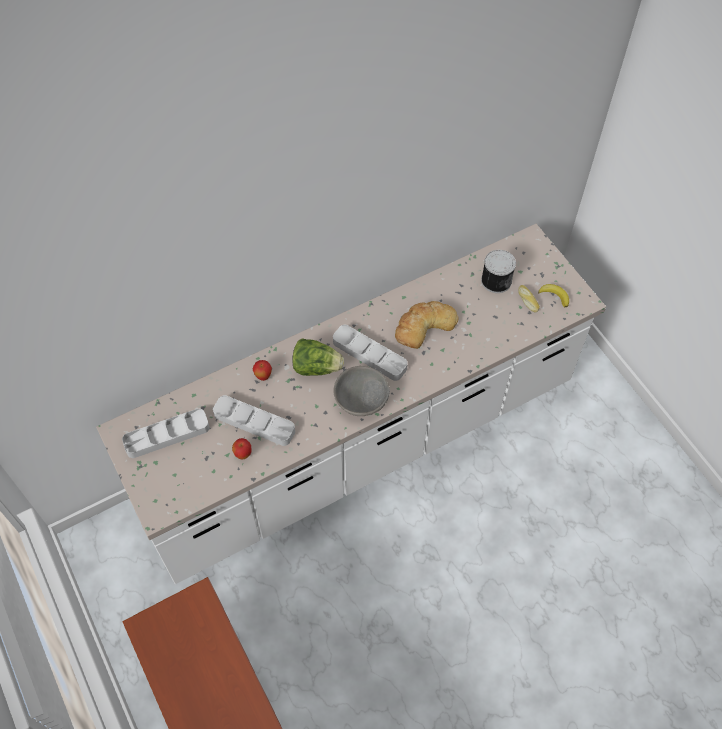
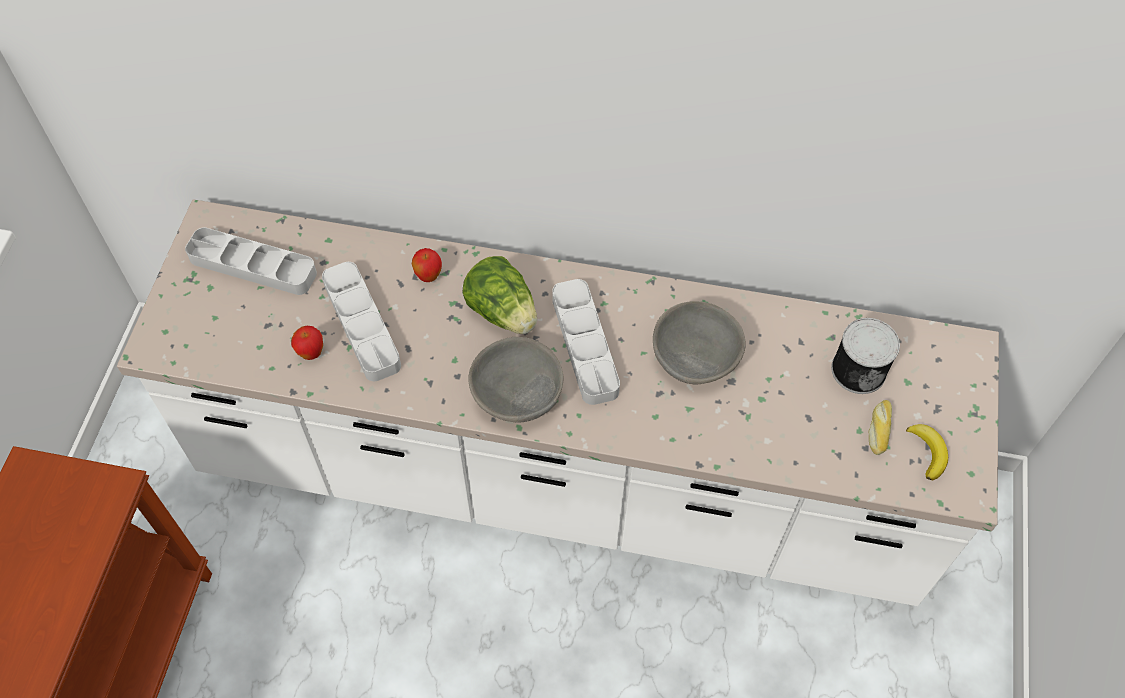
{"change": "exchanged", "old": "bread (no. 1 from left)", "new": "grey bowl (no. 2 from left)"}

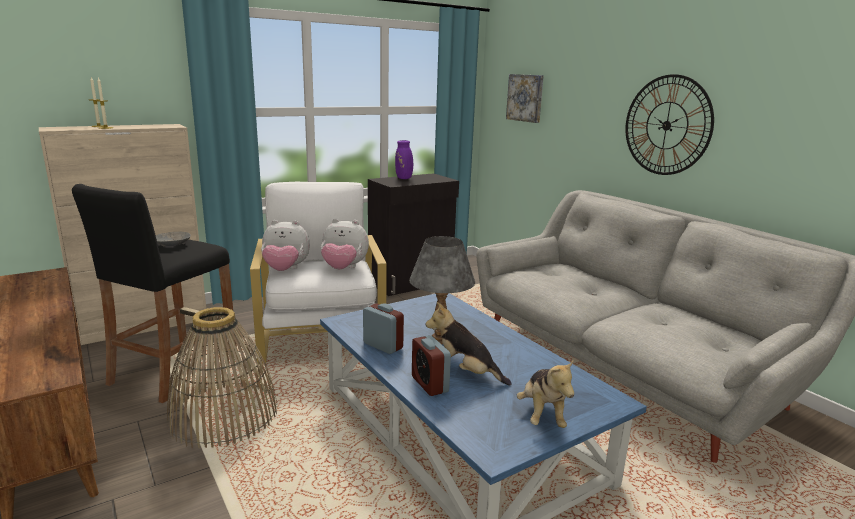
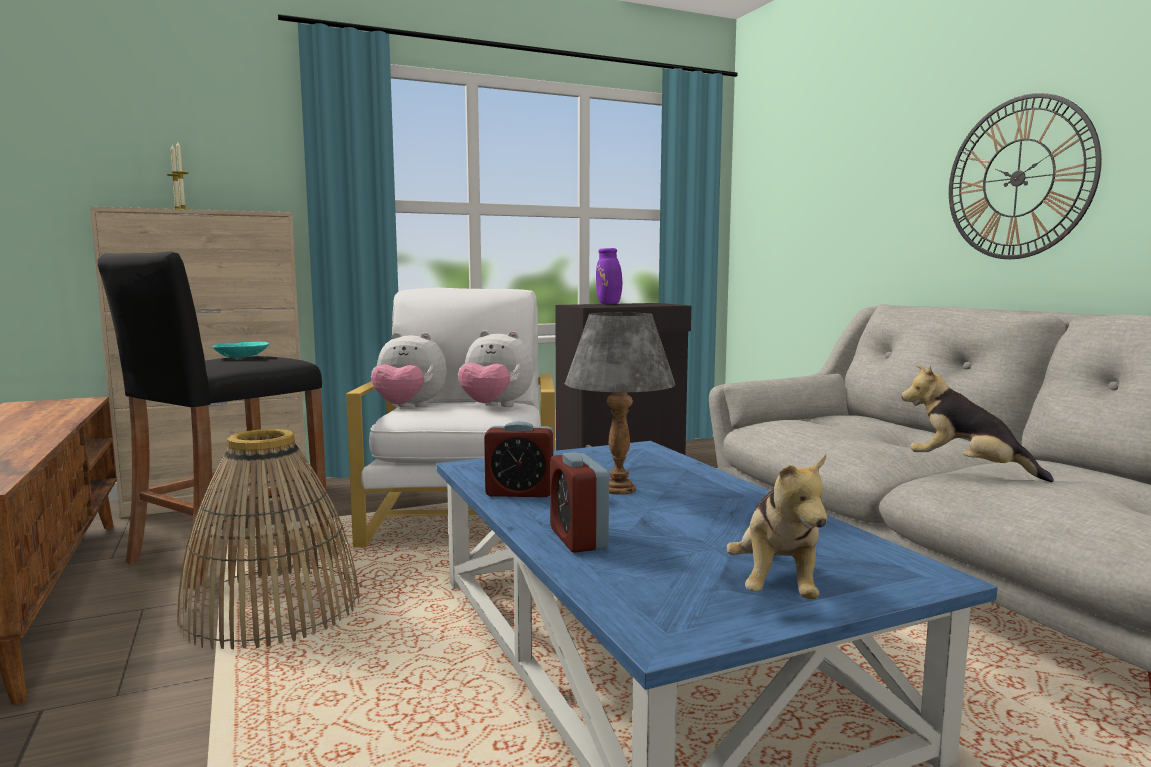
{"change": "missing", "old": "picture"}
{"change": "relocated", "old": "plush toy (no. 3 from left in the first image)", "new": "plush toy (no. 4 from left)"}
{"change": "colour", "old": "grey bowl", "new": "turquoise bowl"}
{"change": "spun", "old": "alarm clock (no. 1 from left)", "degrees": 135}

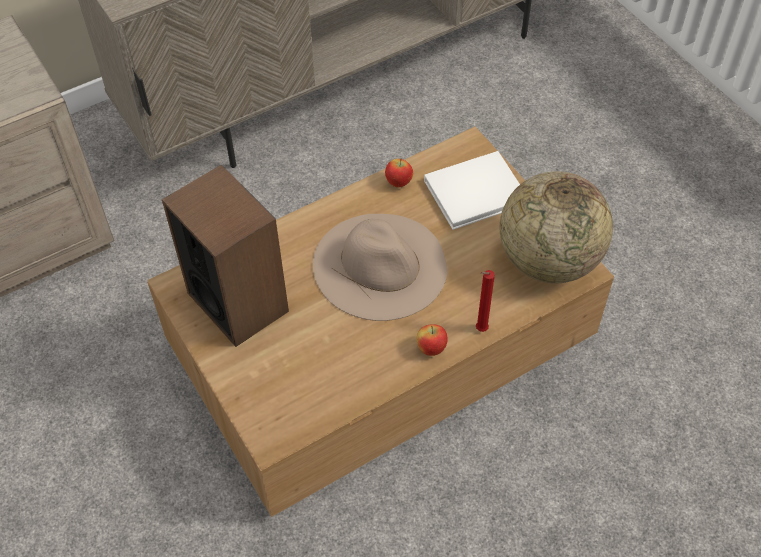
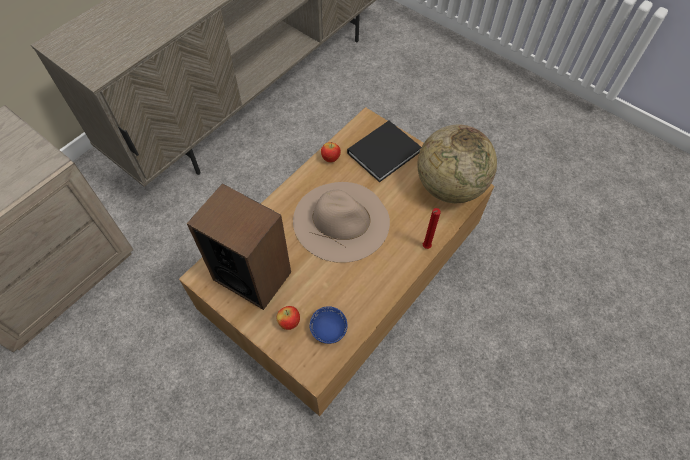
{"change": "appeared", "new": "blue bowl"}
{"change": "relocated", "old": "apple (no. 2 from left in the first image)", "new": "apple (no. 1 from left)"}
{"change": "colour", "old": "white book", "new": "black book"}

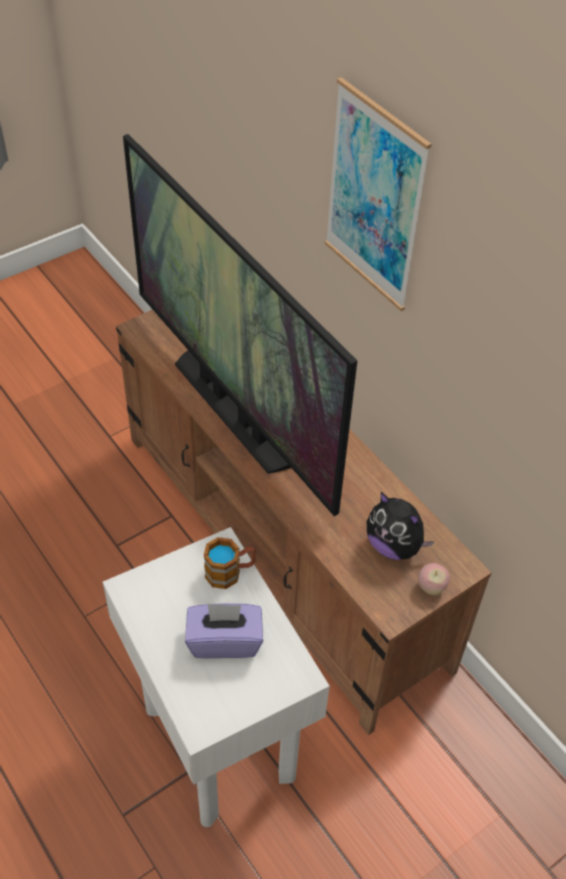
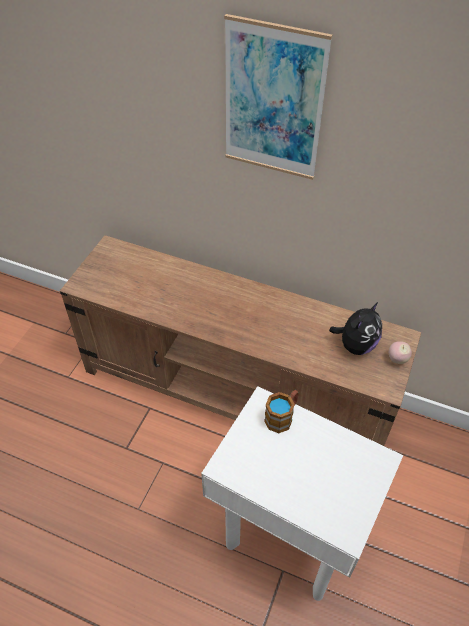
{"change": "missing", "old": "television"}
{"change": "missing", "old": "purple tissue box"}
{"change": "spun", "old": "plush toy", "degrees": -60}

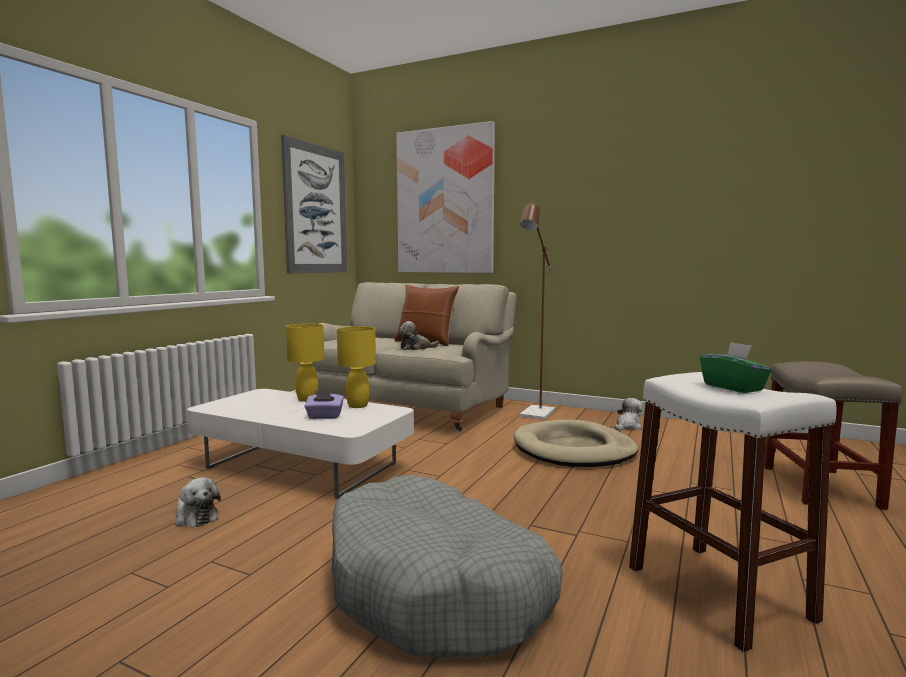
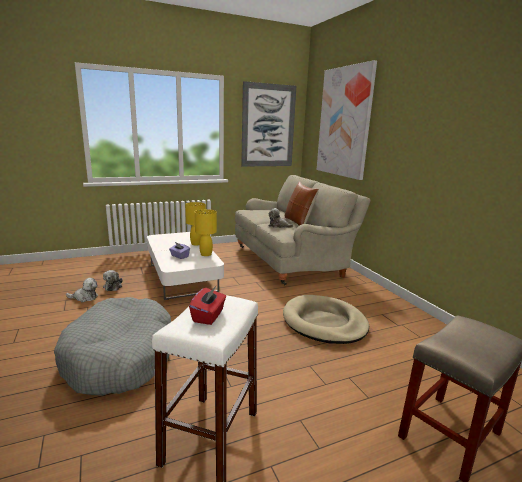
{"change": "missing", "old": "brown floor lamp"}
{"change": "relocated", "old": "plush toy (no. 3 from left in the first image)", "new": "plush toy (no. 1 from left)"}
{"change": "colour", "old": "green tissue box", "new": "red tissue box"}

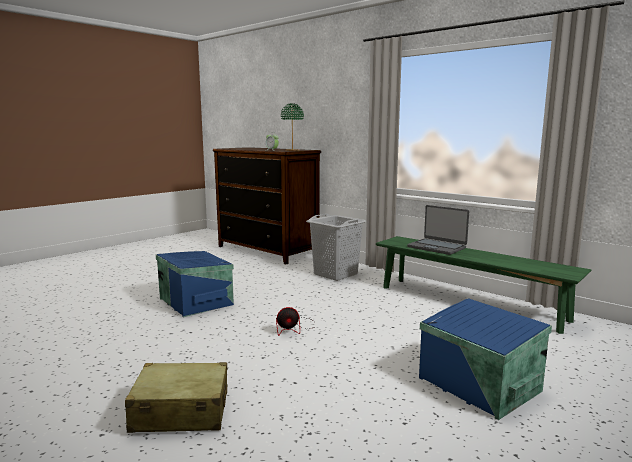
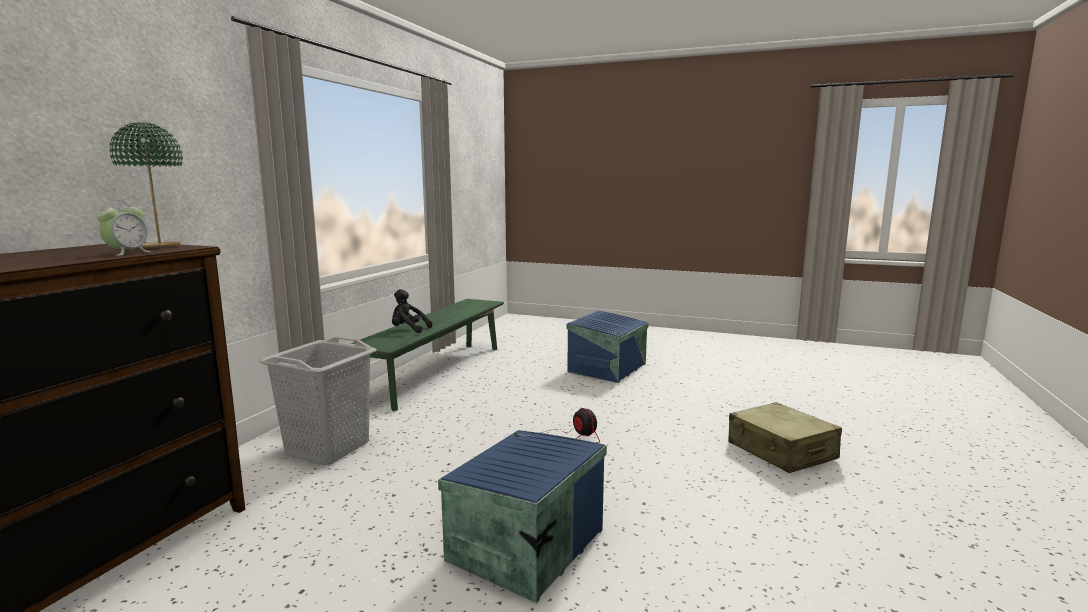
{"change": "exchanged", "old": "laptop", "new": "black plush toy"}

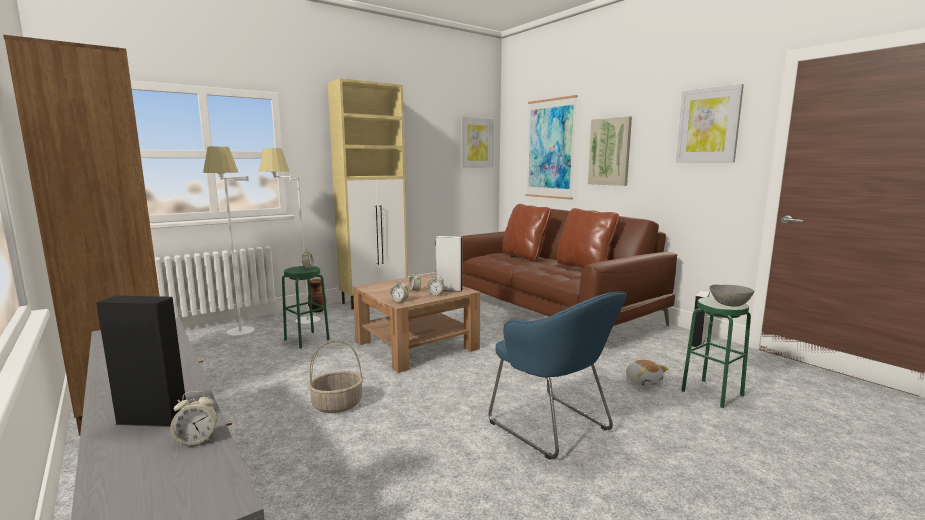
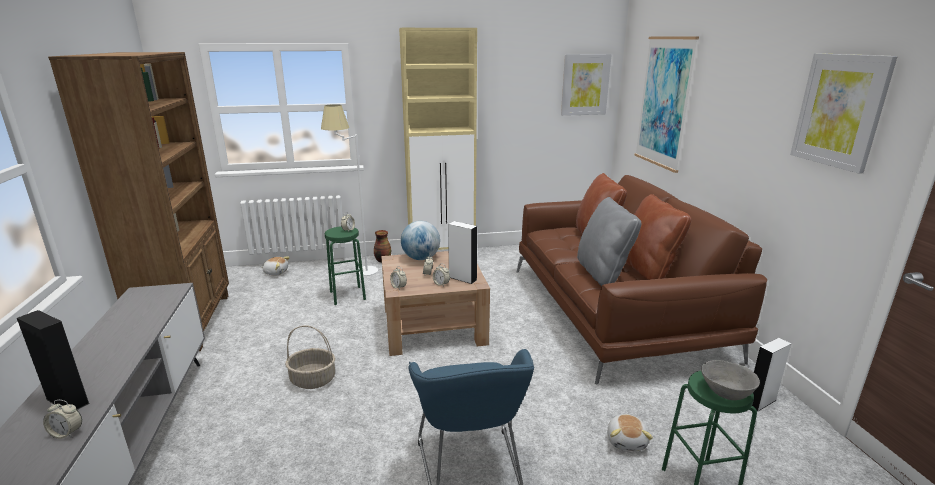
{"change": "missing", "old": "white floor lamp (no. 1 from left)"}
{"change": "missing", "old": "picture (no. 3 from left)"}
{"change": "appeared", "new": "plush toy (no. 1 from left)"}
{"change": "appeared", "new": "globe"}
{"change": "appeared", "new": "grey pillow"}

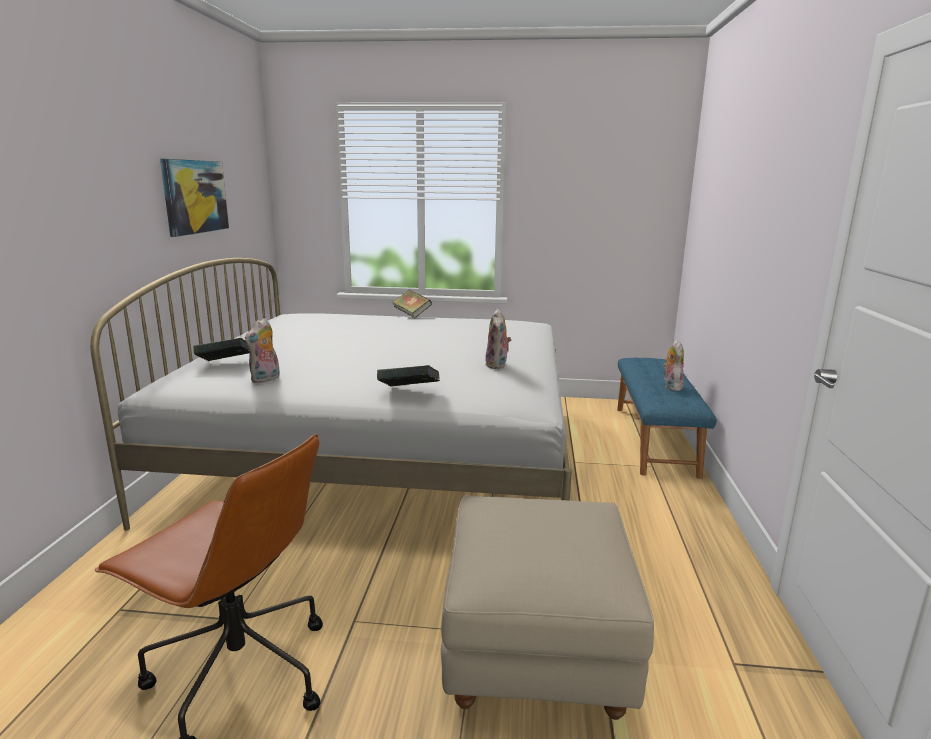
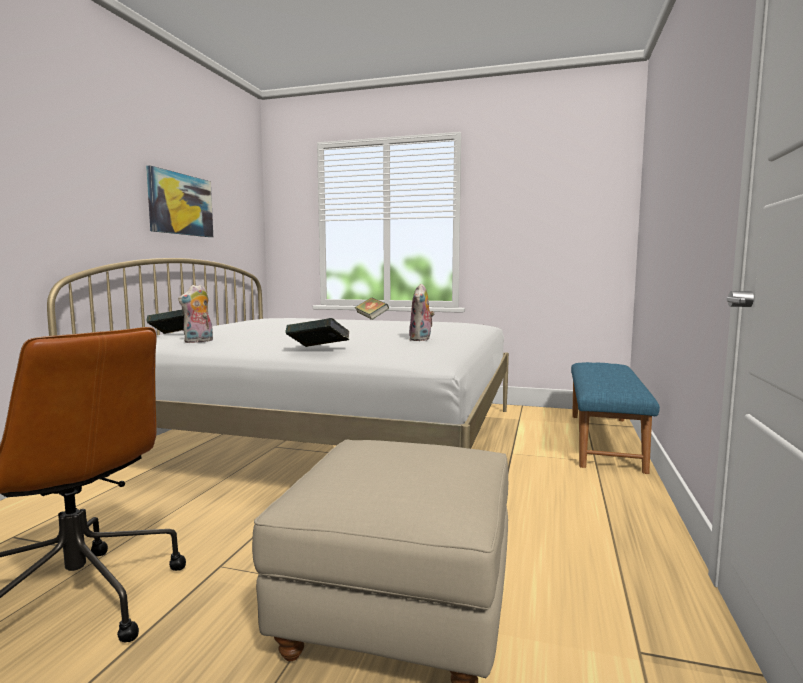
{"change": "missing", "old": "plush toy (no. 3 from left)"}

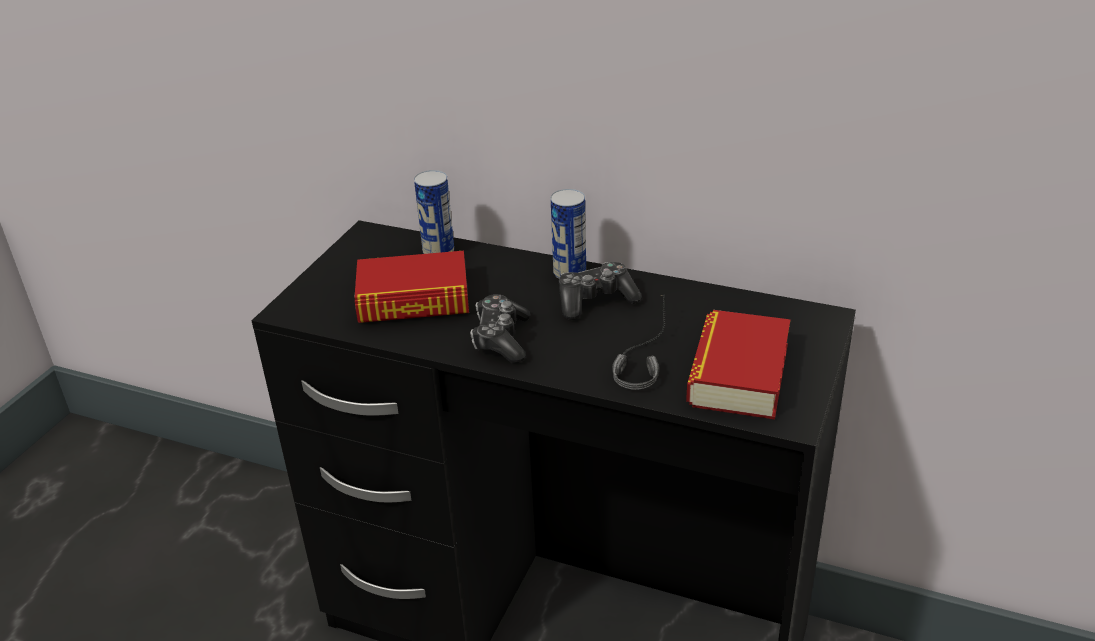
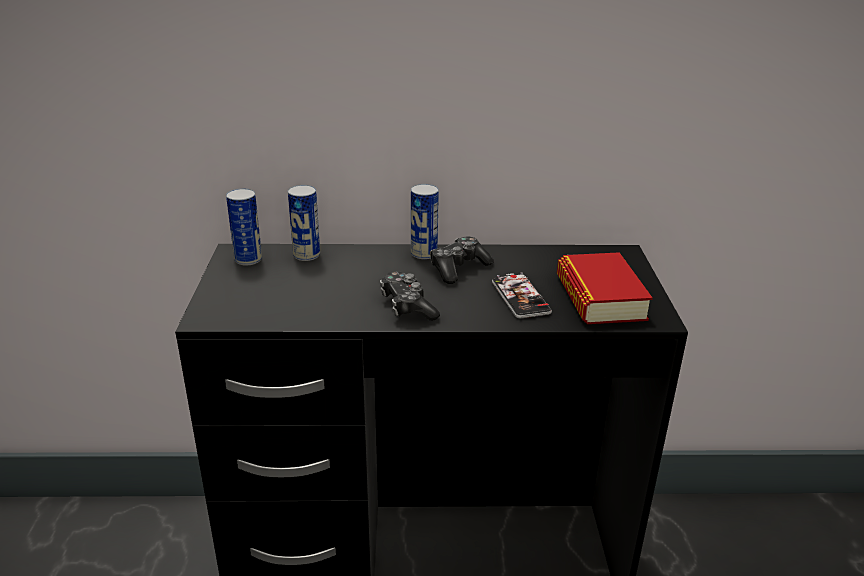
{"change": "missing", "old": "book (no. 1 from left)"}
{"change": "appeared", "new": "can (no. 1 from left)"}
{"change": "exchanged", "old": "headphones", "new": "phone"}

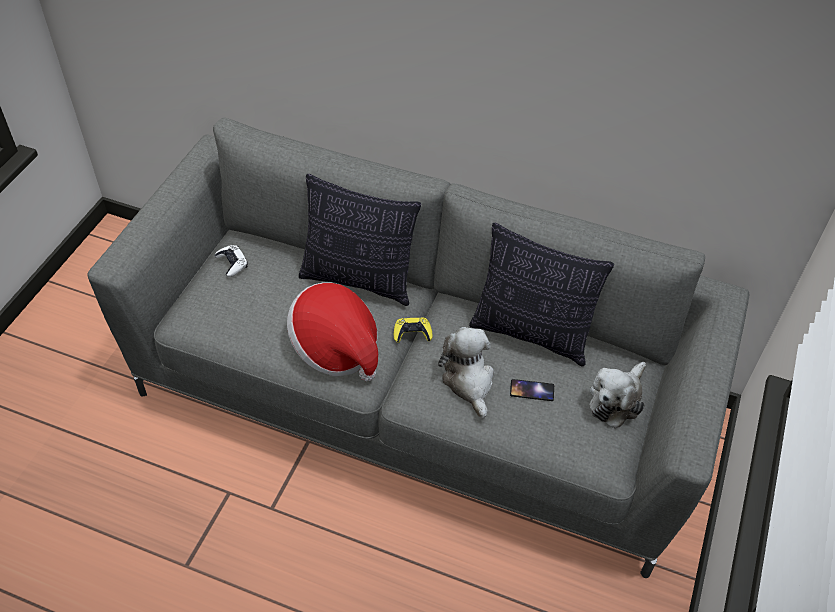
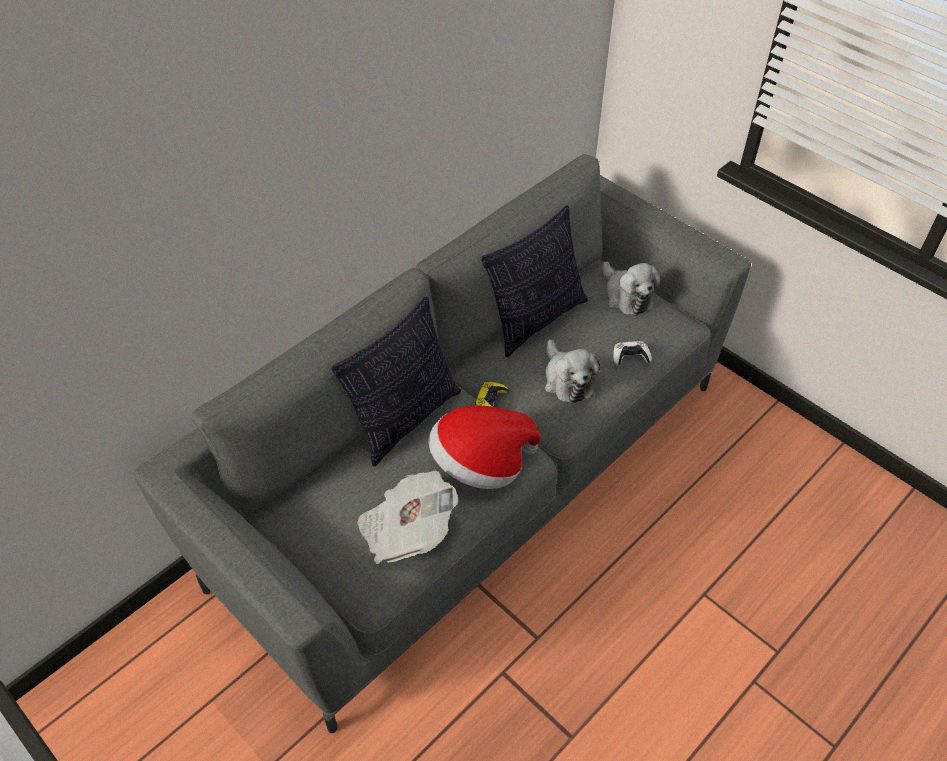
{"change": "missing", "old": "phone"}
{"change": "appeared", "new": "newspaper"}
{"change": "relocated", "old": "white game controller"}
{"change": "spun", "old": "plush toy (no. 1 from left)", "degrees": -120}

